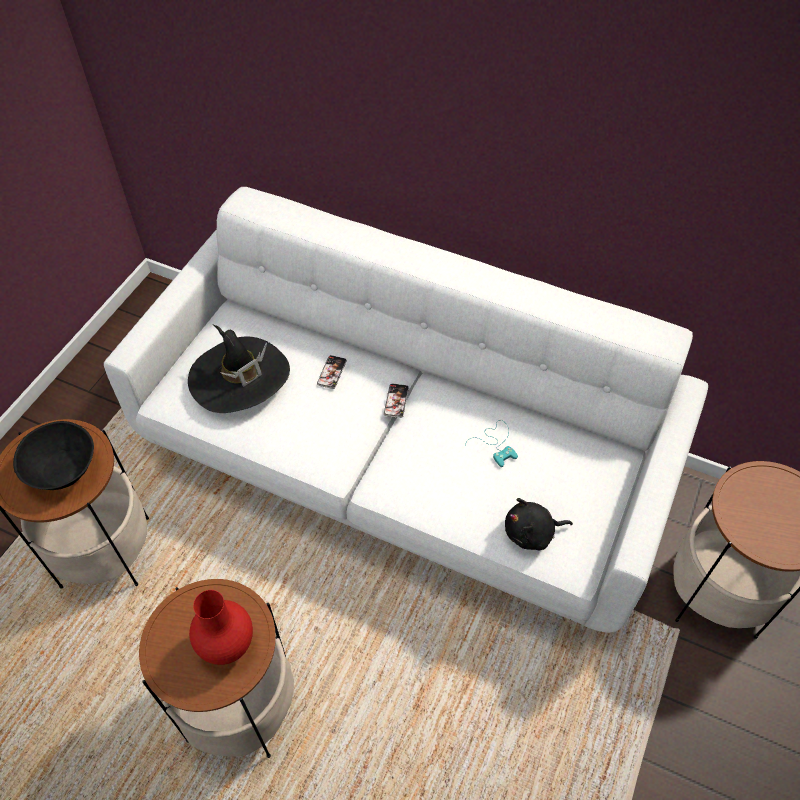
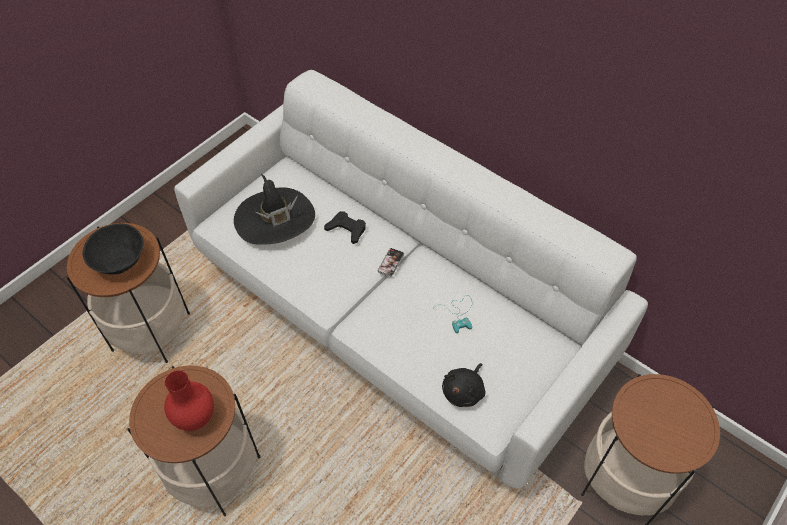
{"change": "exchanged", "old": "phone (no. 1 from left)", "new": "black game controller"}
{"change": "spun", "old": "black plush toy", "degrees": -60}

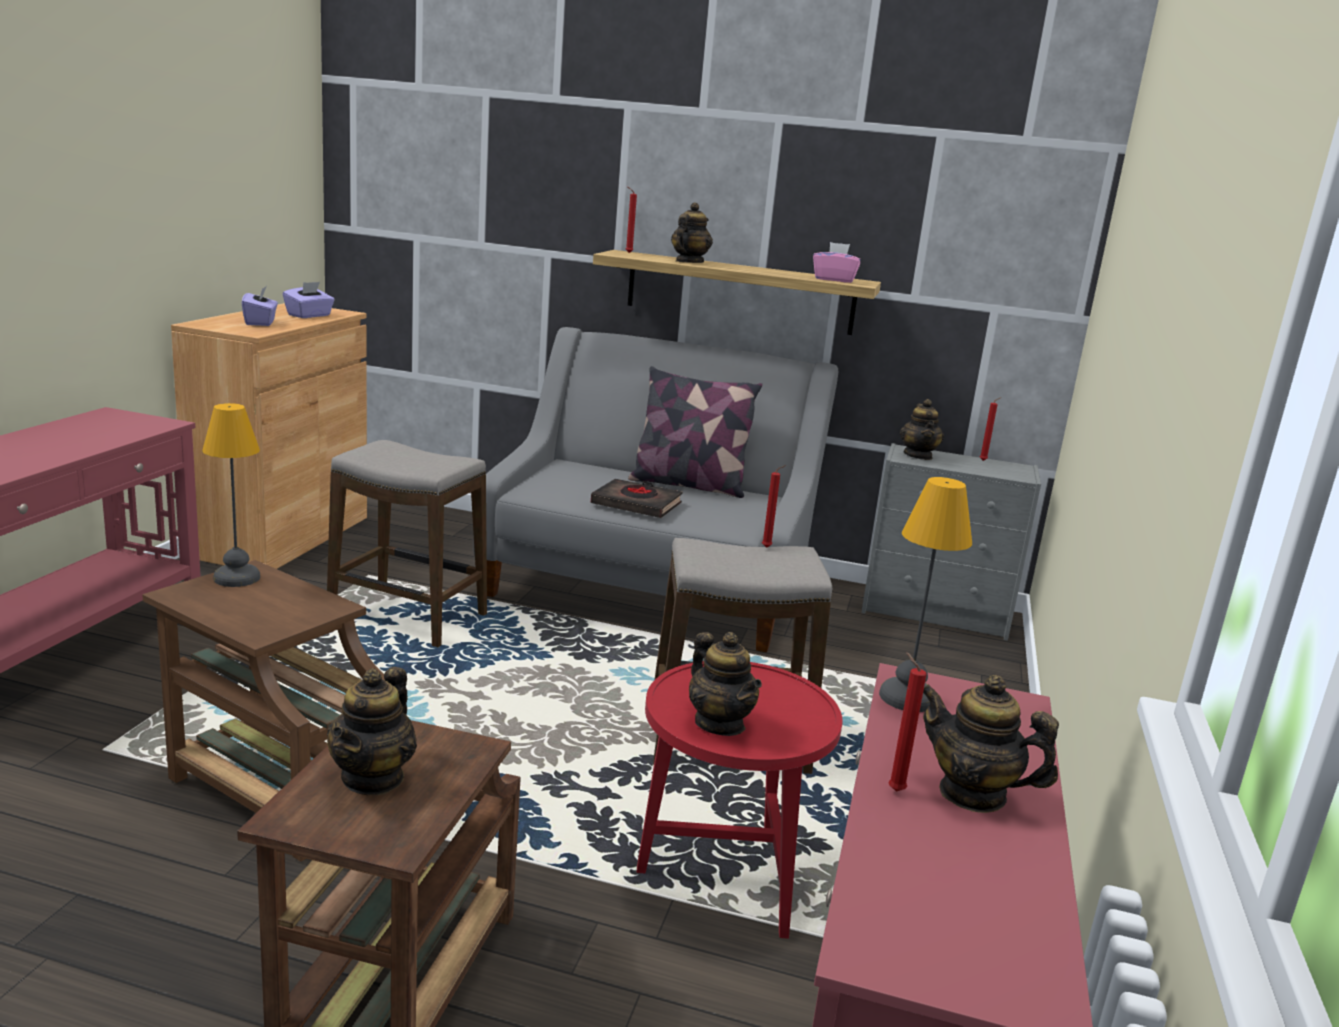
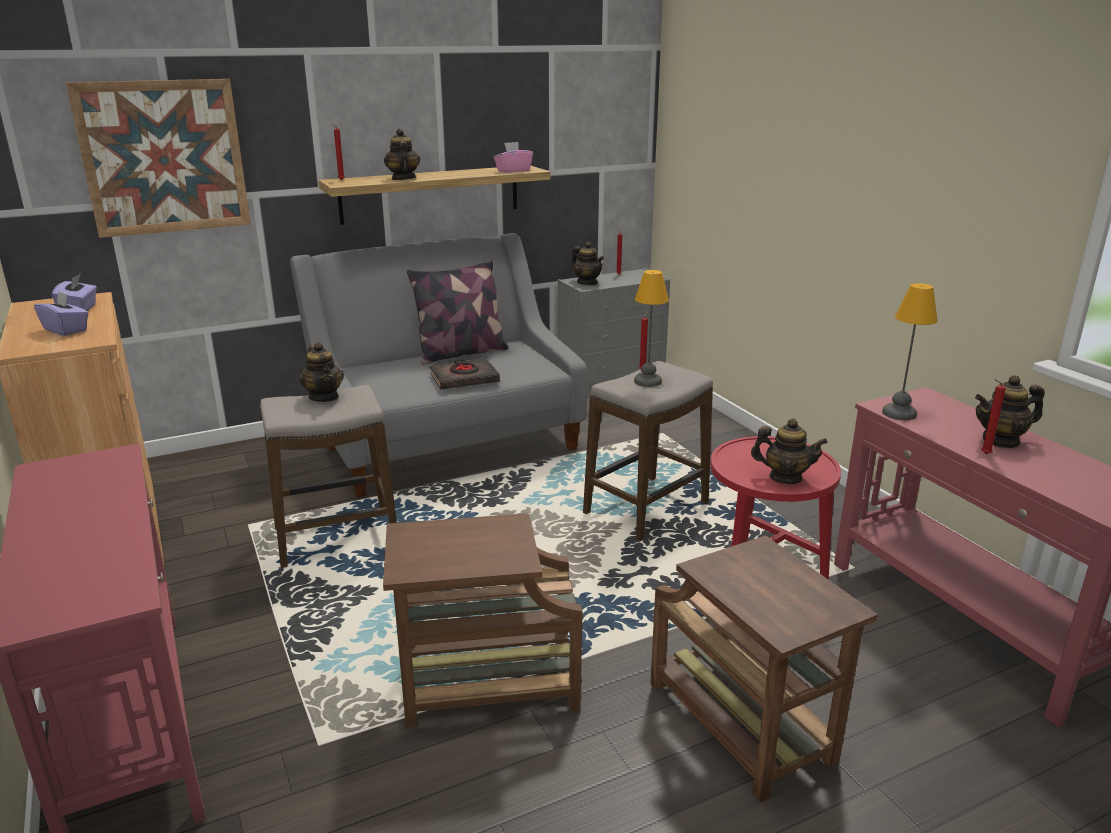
{"change": "appeared", "new": "picture"}
{"change": "relocated", "old": "table lamp (no. 1 from left)"}
{"change": "relocated", "old": "teapot (no. 1 from left)"}

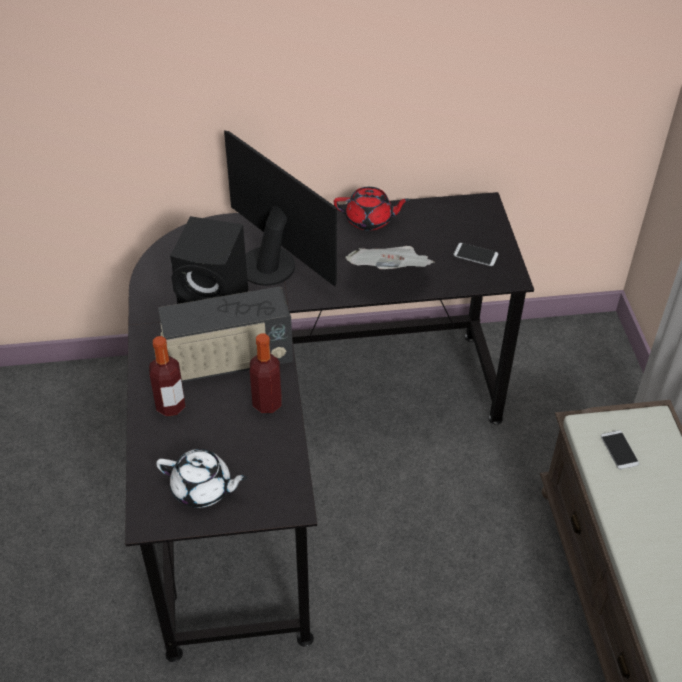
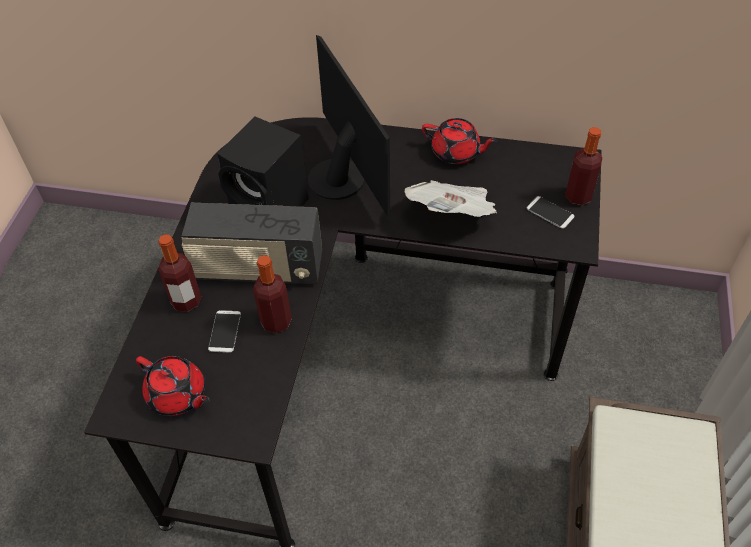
{"change": "appeared", "new": "bottle (no. 3 from left)"}
{"change": "relocated", "old": "phone (no. 2 from left in the first image)", "new": "phone (no. 1 from left)"}
{"change": "colour", "old": "white teapot", "new": "red teapot (no. 1 from left)"}

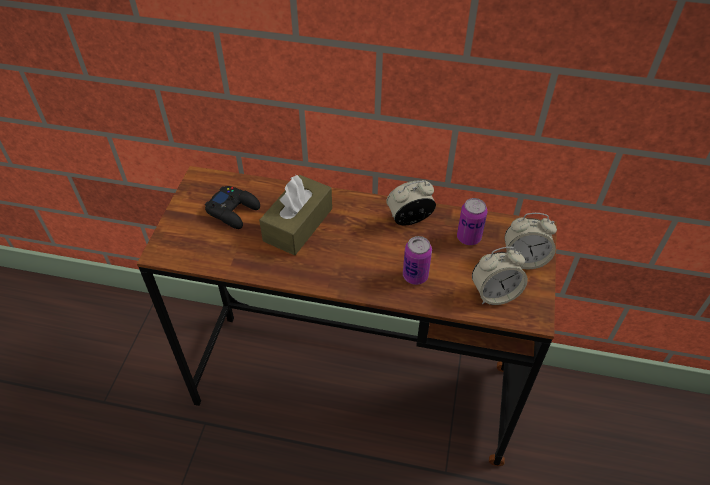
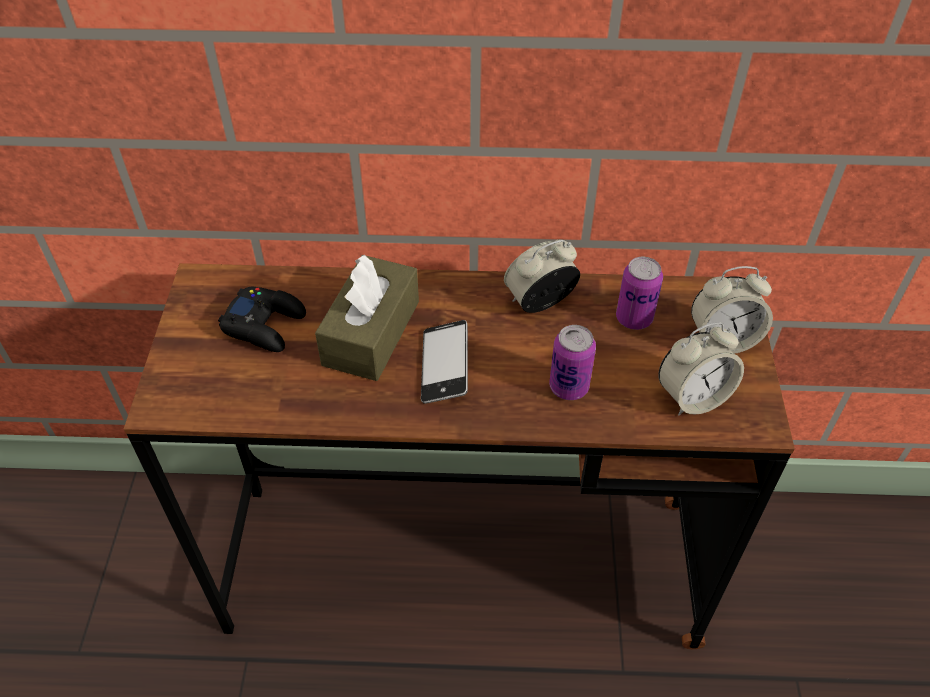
{"change": "appeared", "new": "phone"}

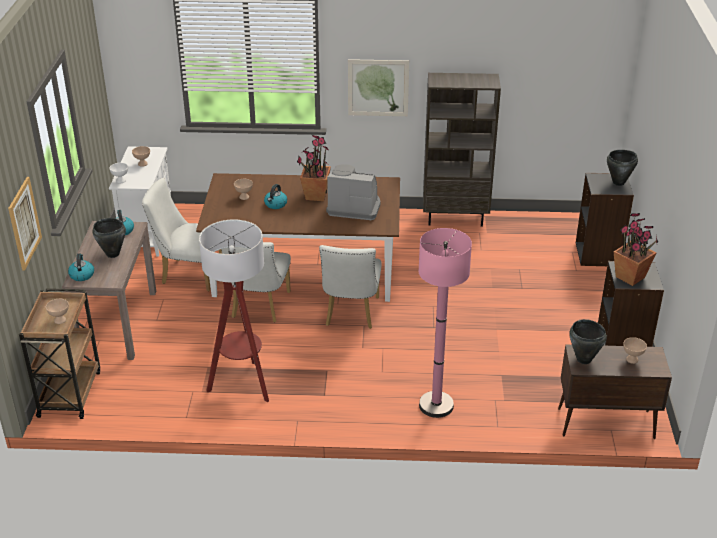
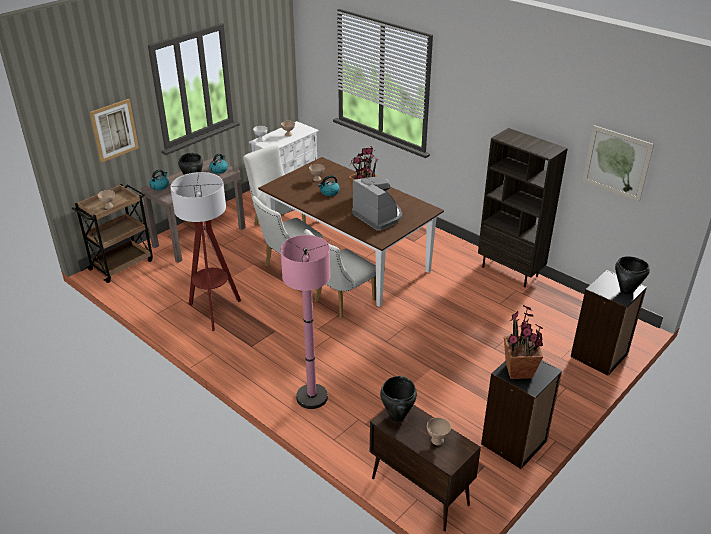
{"change": "relocated", "old": "picture (no. 2 from left)"}

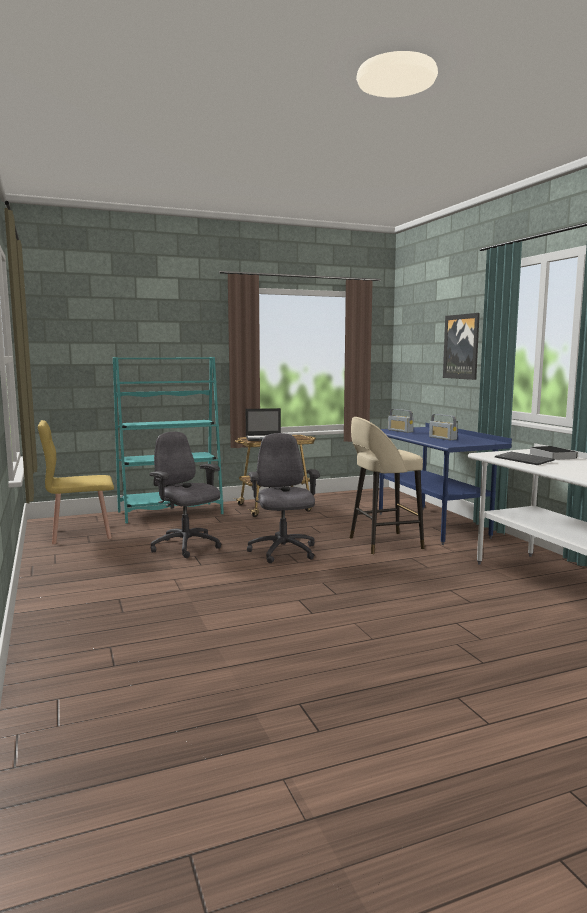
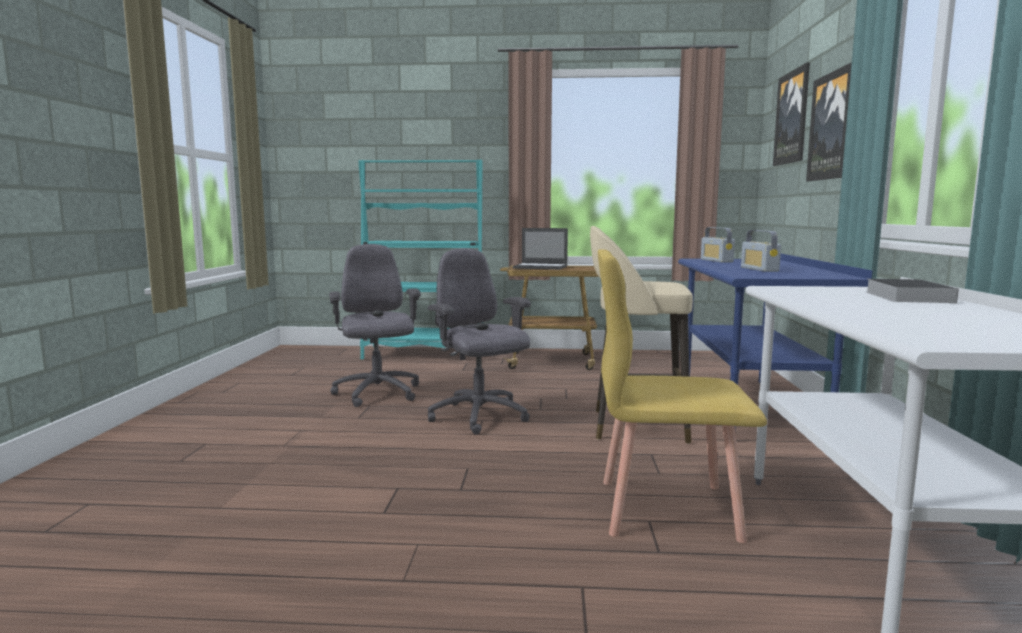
{"change": "missing", "old": "keyboard"}
{"change": "appeared", "new": "picture (no. 1 from left)"}
{"change": "relocated", "old": "yellow chair"}
{"change": "spun", "old": "grey office chair (no. 2 from left)", "degrees": -45}

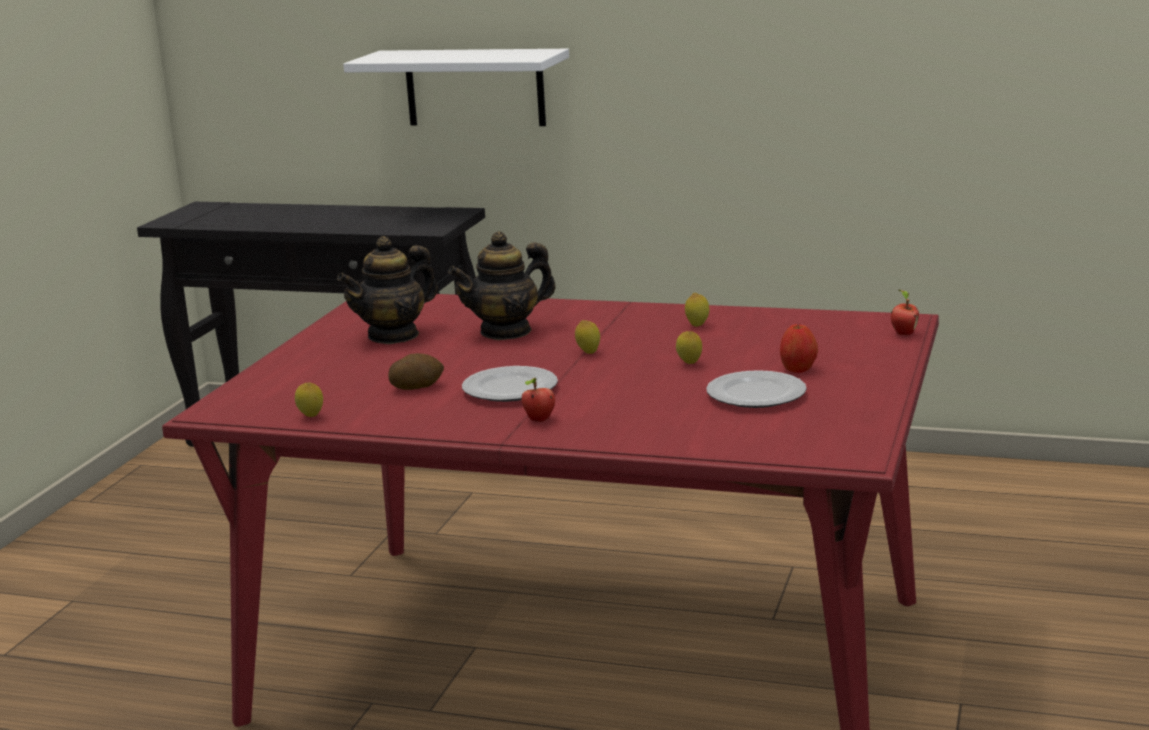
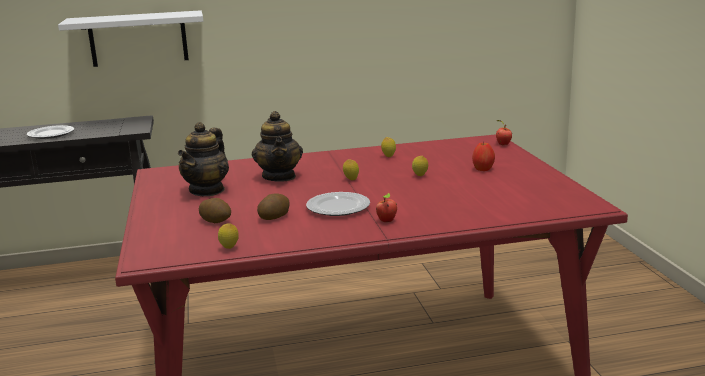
{"change": "appeared", "new": "potato (no. 1 from left)"}
{"change": "relocated", "old": "plate (no. 2 from left in the first image)", "new": "plate (no. 1 from left)"}
{"change": "spun", "old": "teapot (no. 2 from left)", "degrees": -45}

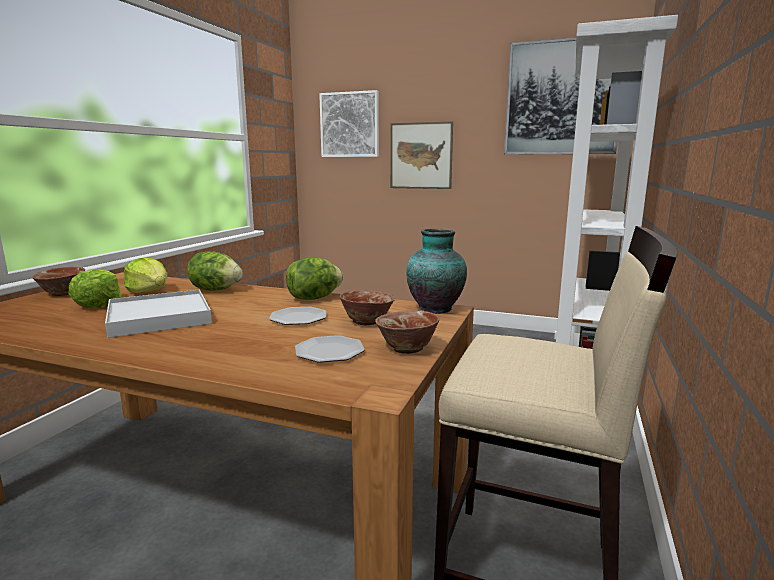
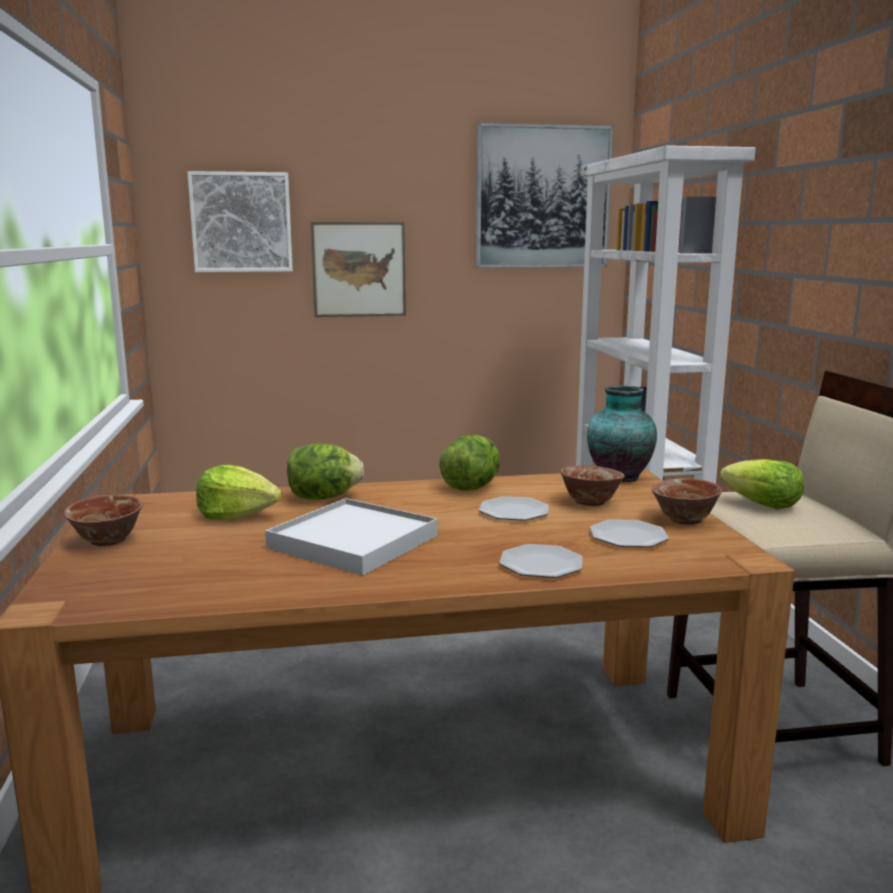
{"change": "appeared", "new": "plate (no. 2 from left)"}
{"change": "relocated", "old": "lettuce (no. 1 from left in the first image)", "new": "lettuce (no. 4 from left)"}

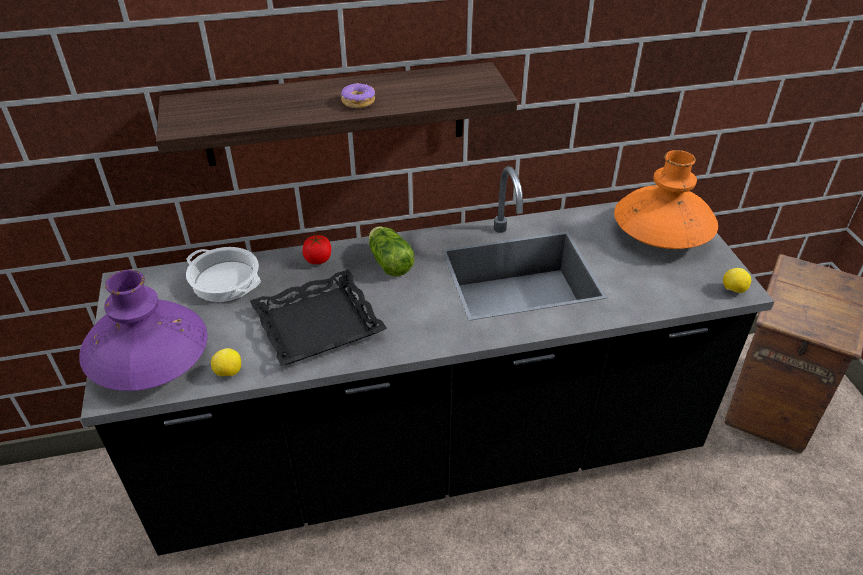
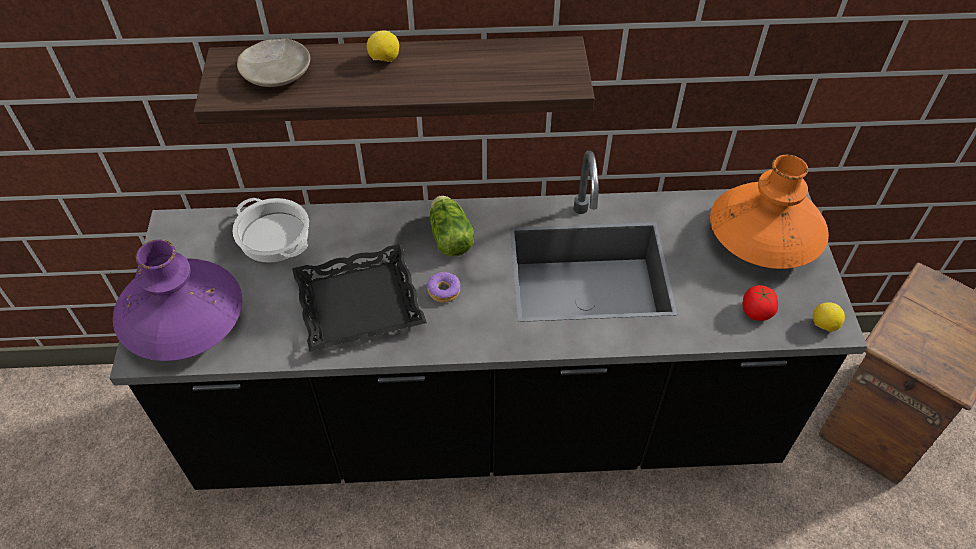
{"change": "appeared", "new": "beige plate"}
{"change": "relocated", "old": "lemon (no. 1 from left)"}
{"change": "relocated", "old": "tomato"}
{"change": "relocated", "old": "donut"}

